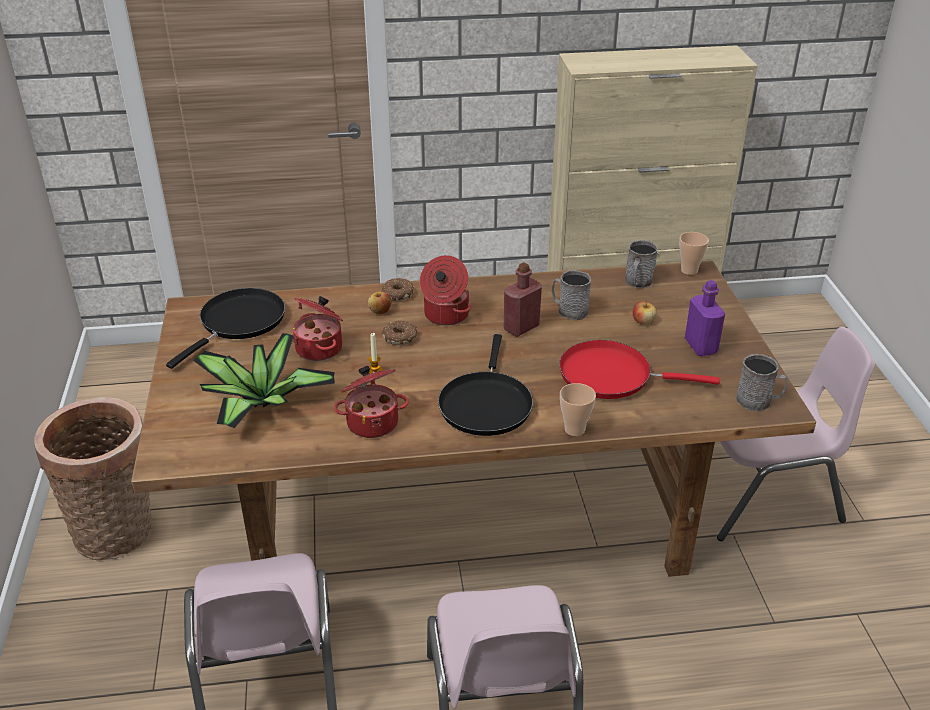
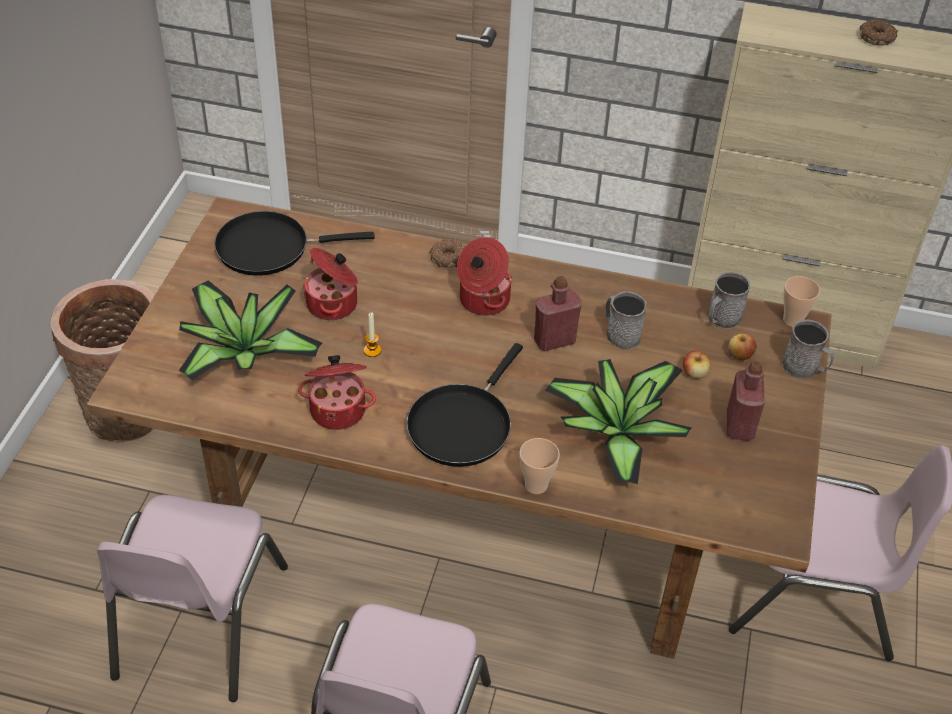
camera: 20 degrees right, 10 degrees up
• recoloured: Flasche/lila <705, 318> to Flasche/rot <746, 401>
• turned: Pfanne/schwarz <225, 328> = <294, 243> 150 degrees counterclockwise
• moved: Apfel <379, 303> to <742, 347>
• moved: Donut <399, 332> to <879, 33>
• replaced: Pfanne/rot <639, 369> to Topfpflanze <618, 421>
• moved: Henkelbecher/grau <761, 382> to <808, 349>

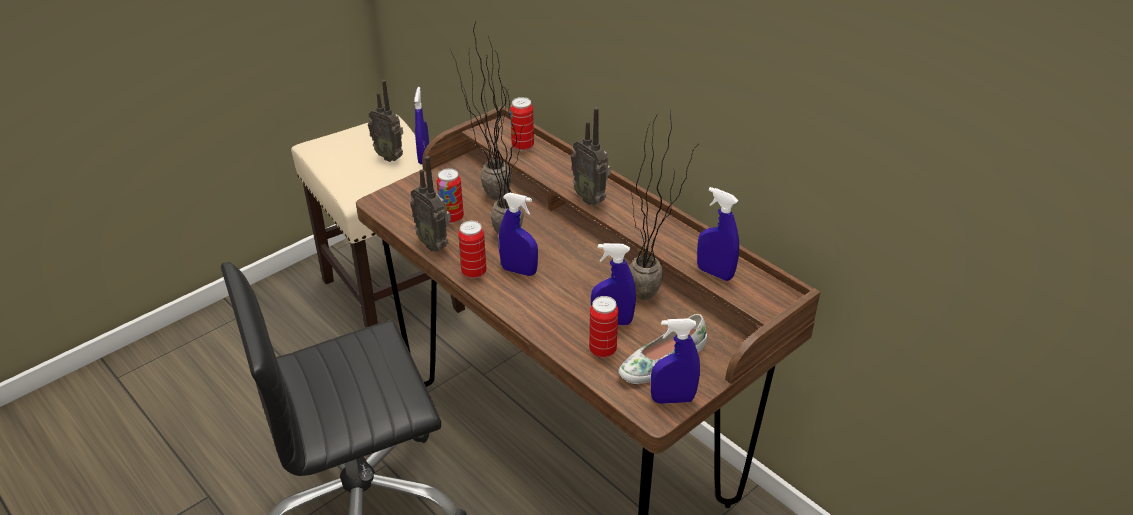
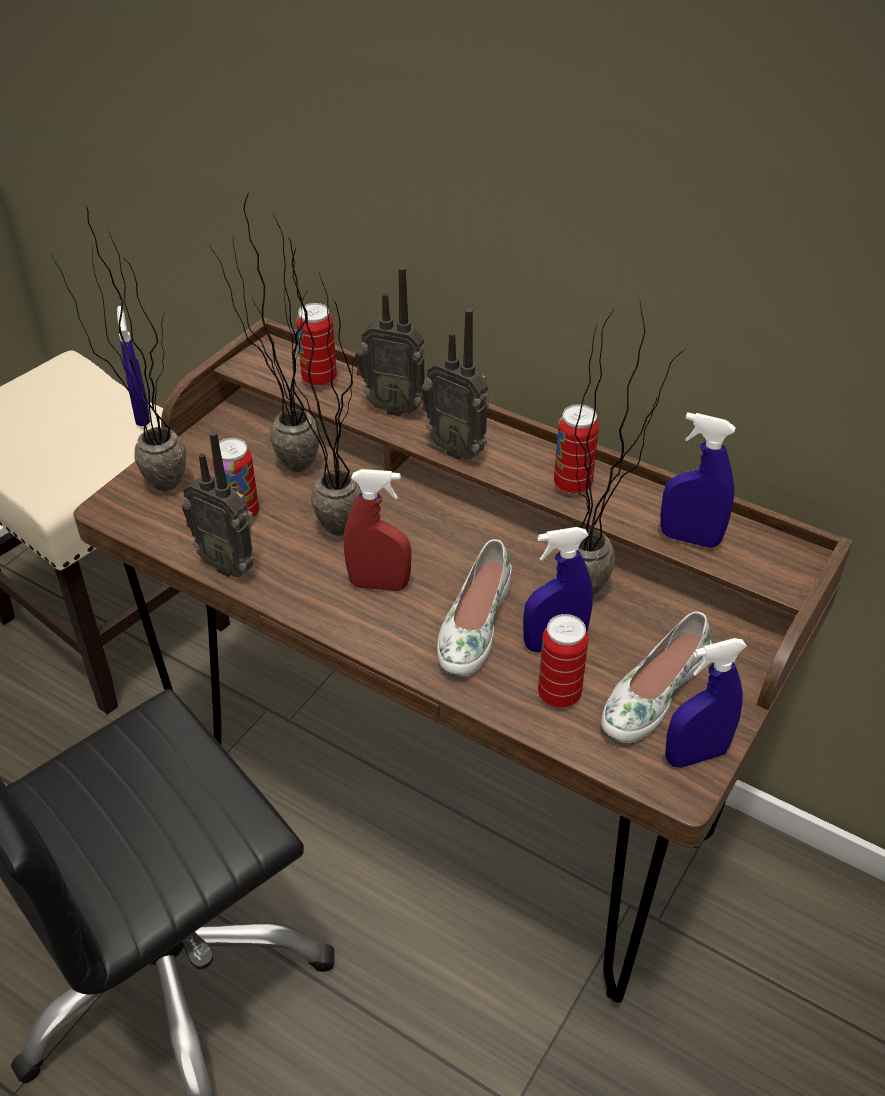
camera: 15 degrees left, 5 degrees up
• moved: Radio <385, 121> to <390, 341>
• recoloured: Sprühflasche/blau <518, 234> to Sprühflasche/rot <377, 530>
• moved: Dose <472, 250> to <576, 449>
• added: Topfpflanze <118, 349>
• added: Schuh/weiß <474, 607>

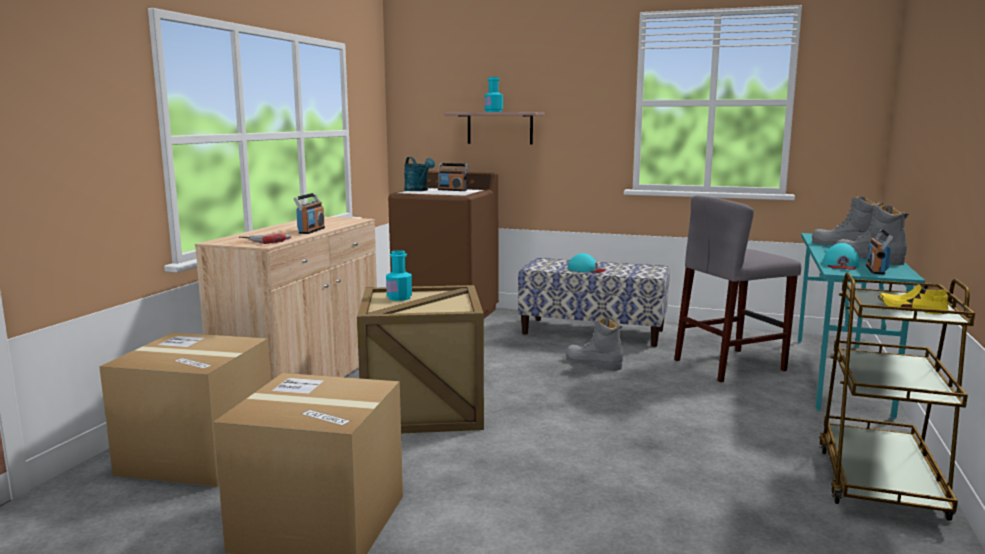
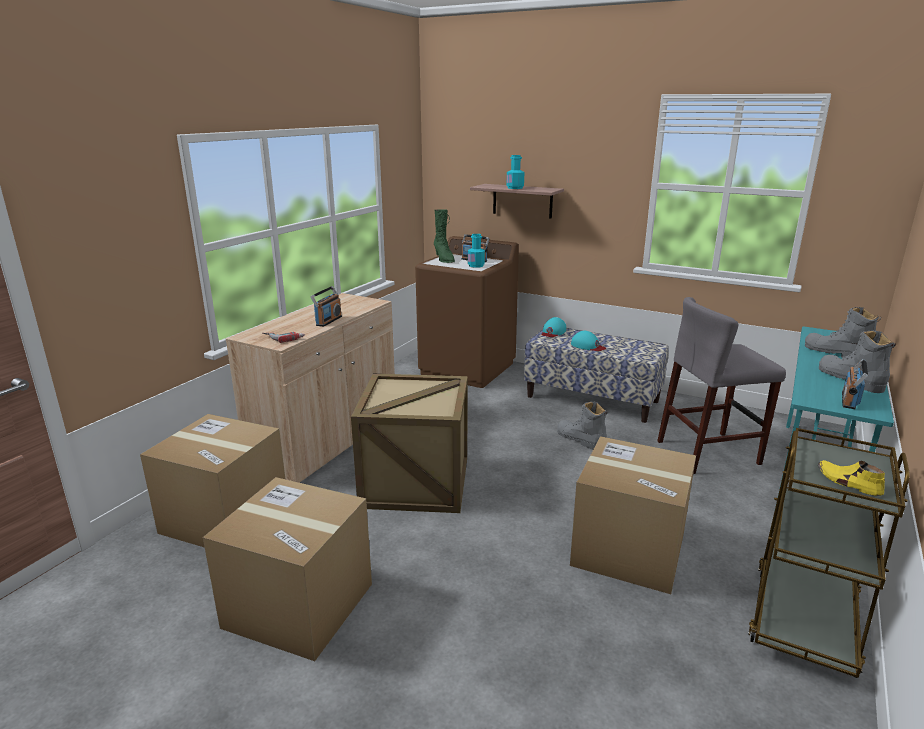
camera: 10 degrees right, 10 degrees up
• replaced: Gießkanne/türkis <419, 174> to Stiefel/grün <444, 236>
• moved: Kappe/türkis <841, 256> to <554, 327>
• moved: Flasche/türkis <399, 275> to <476, 251>
• added: Karton <633, 515>

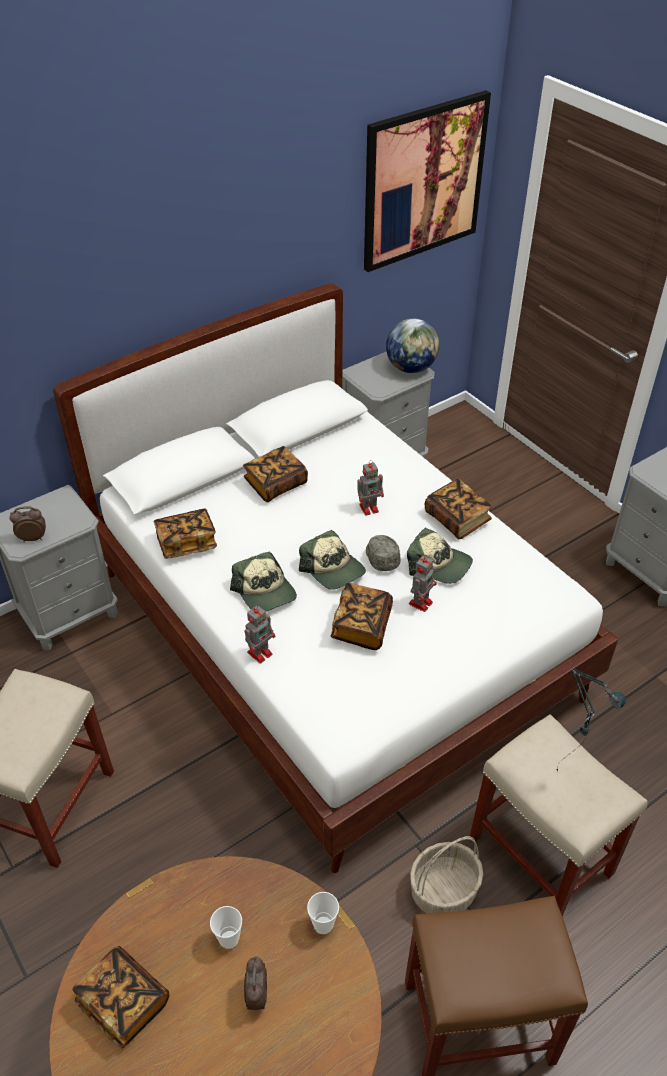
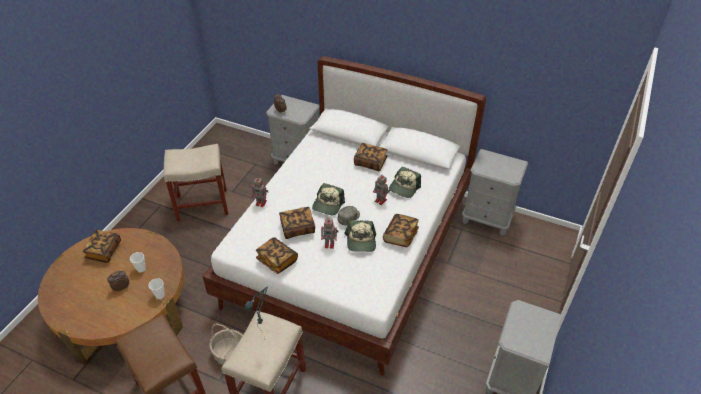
camera: 60 degrees right, 0 degrees up
• removed: Bild <427, 181>
• removed: Globus <412, 345>
• moved: Buch <185, 534> to <277, 255>
• moved: Kappe <263, 581> to <405, 182>

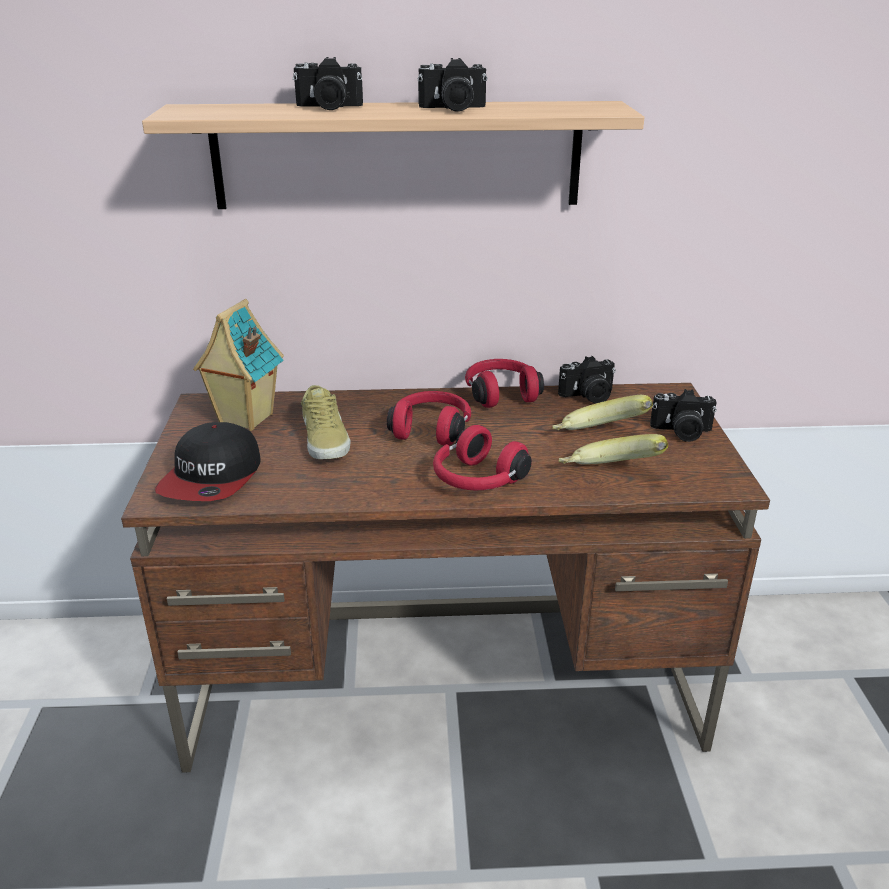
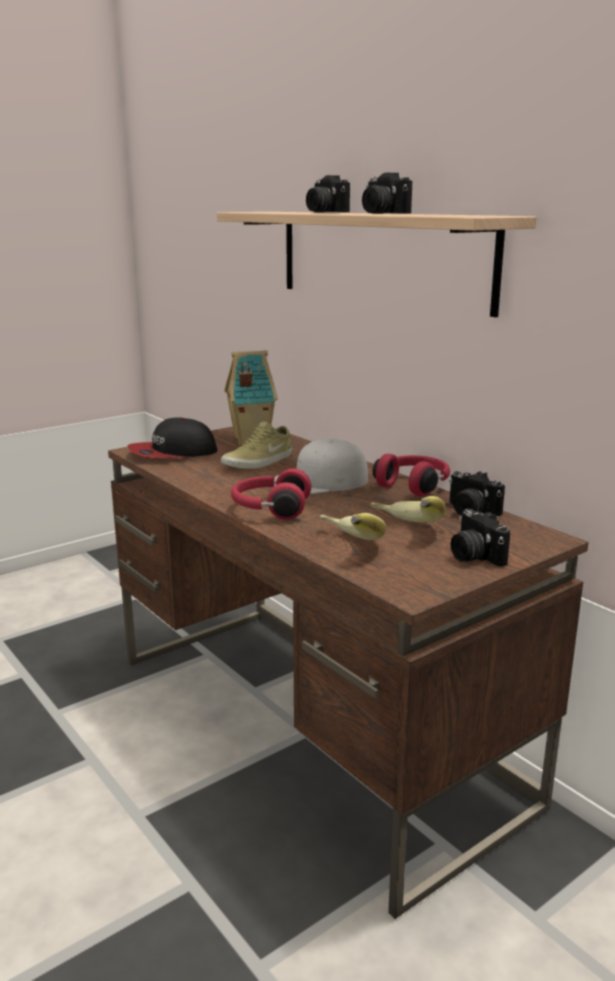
camera: 55 degrees right, 10 degrees down
• replaced: Kopfhörer/rot <429, 418> to Kappe/weiß <321, 466>

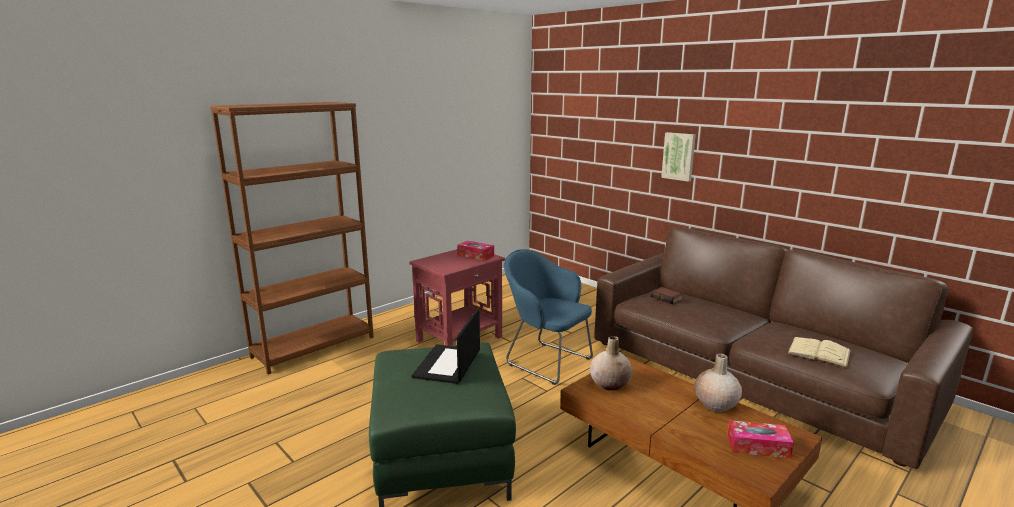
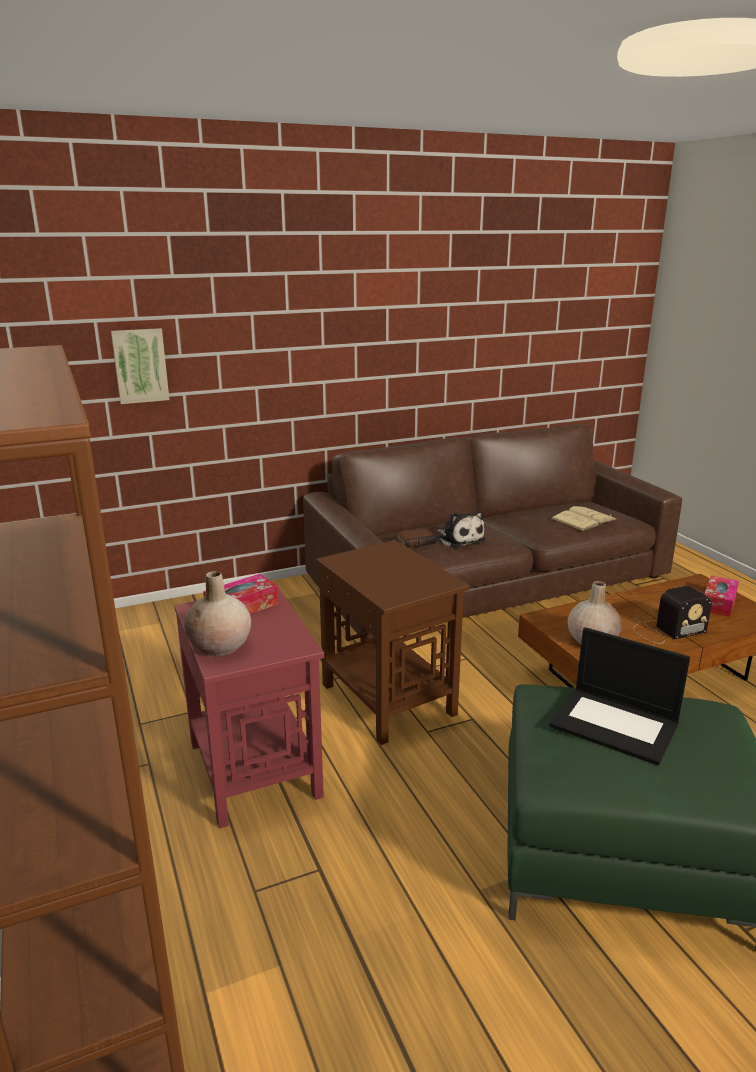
camera: 70 degrees left, 5 degrees up
• moved: Bild <678, 157> to <140, 366>
• replaced: Sessel/blau <548, 317> to Beistelltisch/braun <393, 642>
• moved: Vase/beige <718, 383> to <217, 613>
• added: Plüschtier <461, 529>
• added: Radio <672, 615>

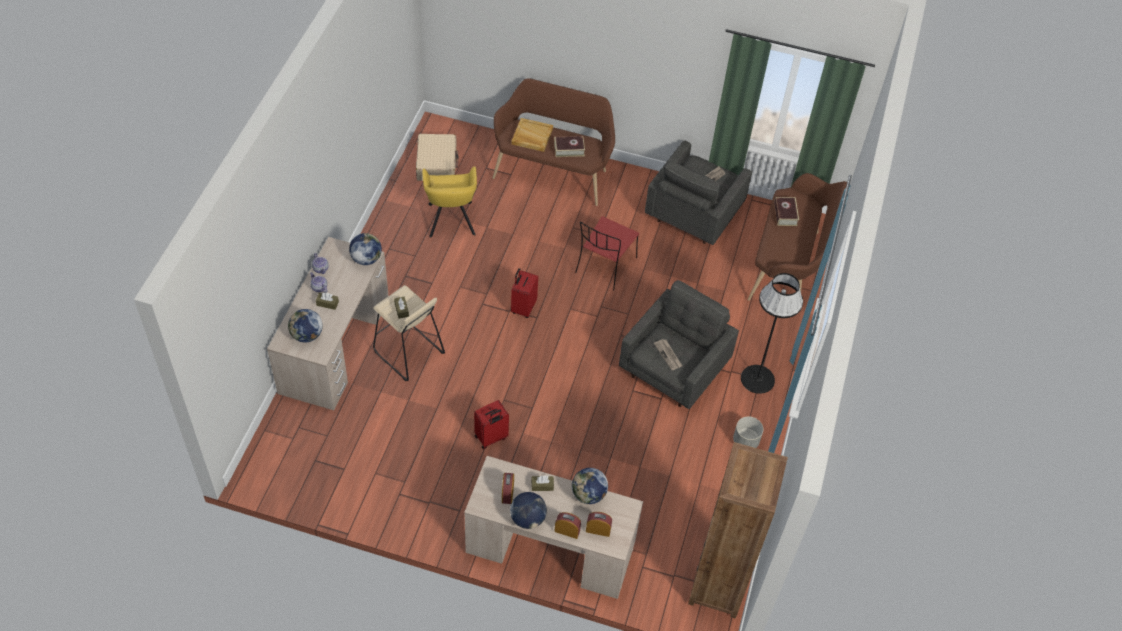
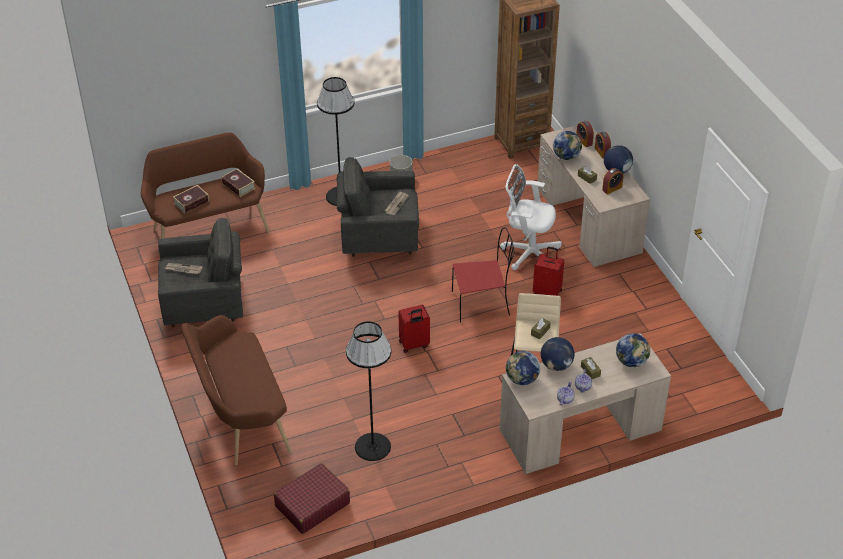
camera: 125 degrees left, 10 degrees down
• removed: Tablett/beige <532, 135>
• recoloured: Koffer/beige <437, 157> to Koffer/rot <312, 498>
• moved: Buch <569, 146> to <239, 182>
• replaced: Sessel/gelb <449, 202> to Stehlampe/schwarz <369, 391>
• moved: Stuhl/rot <607, 253> to <483, 275>
• added: Bürostuhl/weiß <531, 217>
• added: Globus <557, 354>

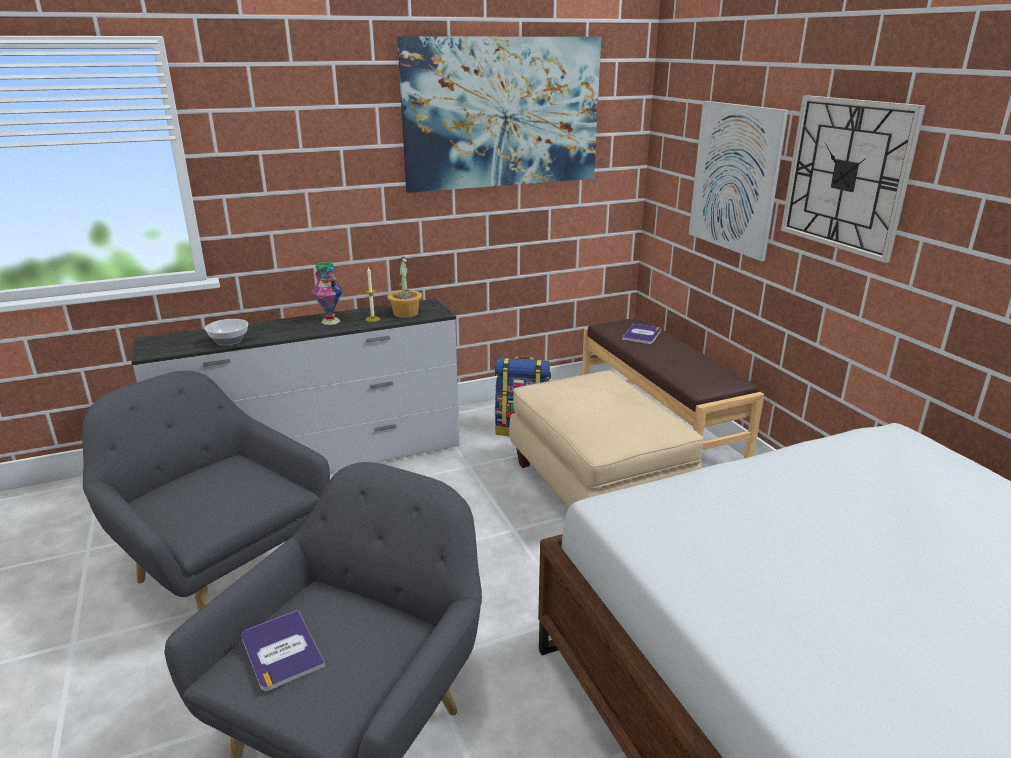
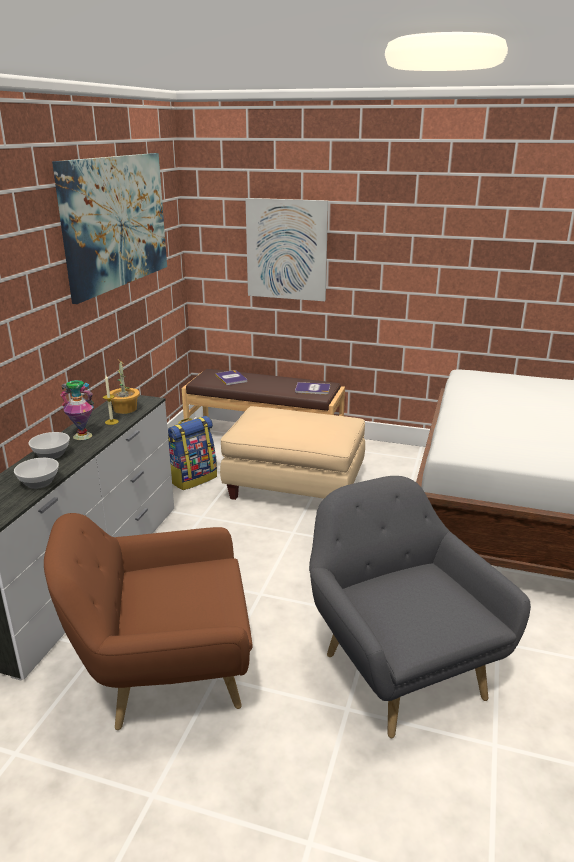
camera: 50 degrees left, 0 degrees up
• removed: Wanduhr <853, 179>
• recoloured: Sessel/grau <206, 490> to Sessel/braun <148, 621>
• moved: Buch <283, 650> to <312, 388>
• added: Schüssel <49, 445>

